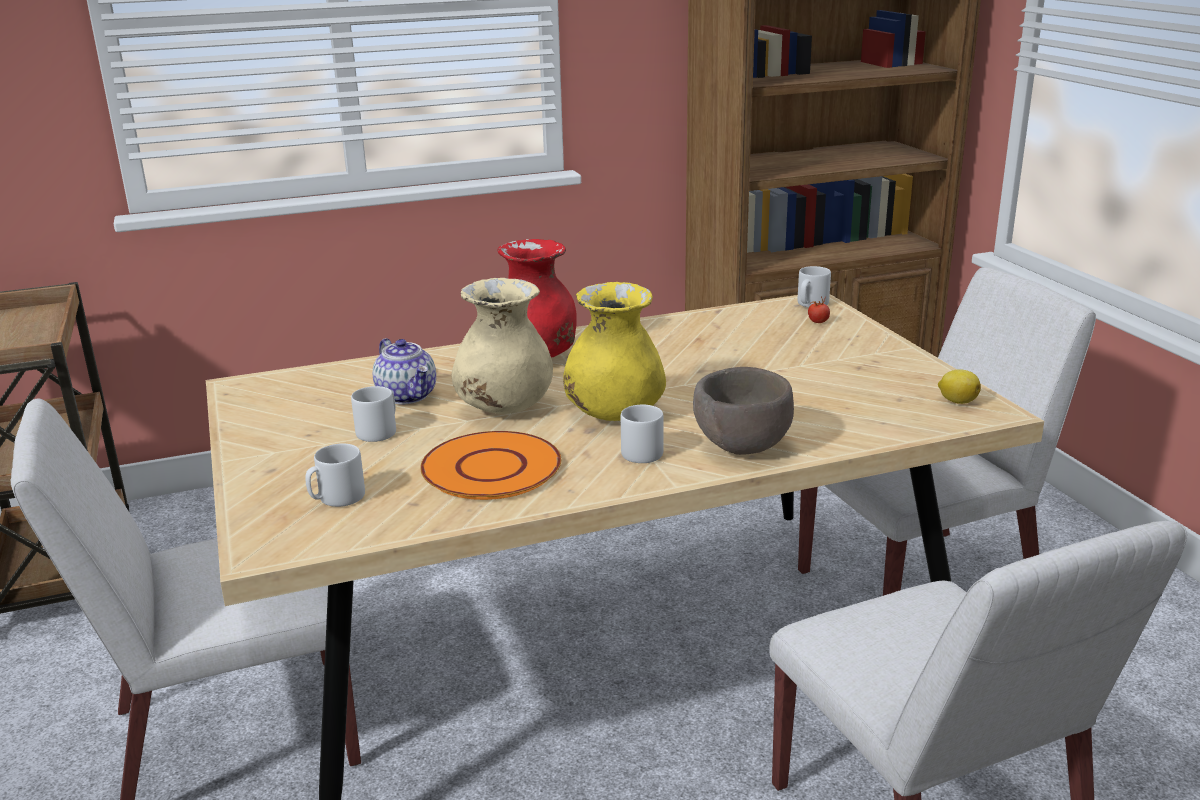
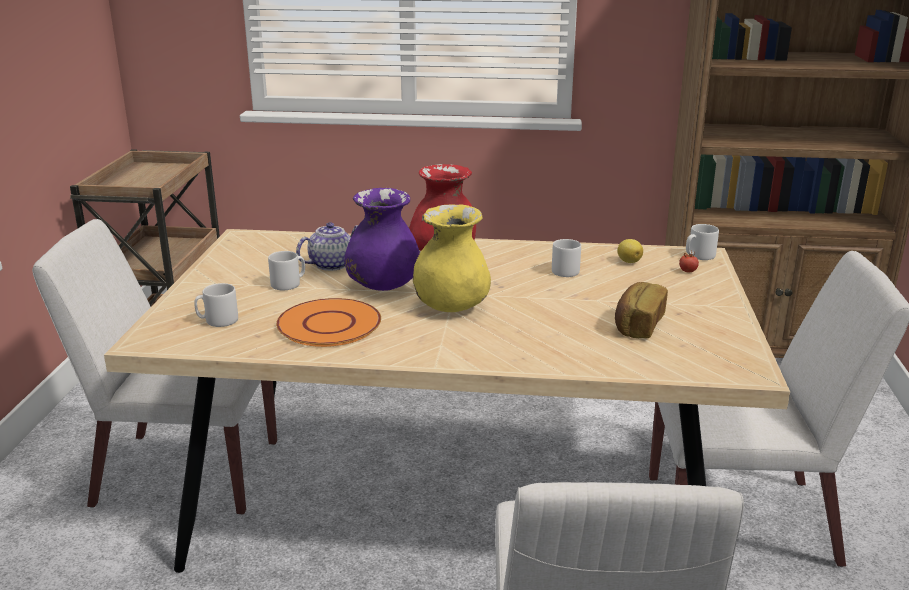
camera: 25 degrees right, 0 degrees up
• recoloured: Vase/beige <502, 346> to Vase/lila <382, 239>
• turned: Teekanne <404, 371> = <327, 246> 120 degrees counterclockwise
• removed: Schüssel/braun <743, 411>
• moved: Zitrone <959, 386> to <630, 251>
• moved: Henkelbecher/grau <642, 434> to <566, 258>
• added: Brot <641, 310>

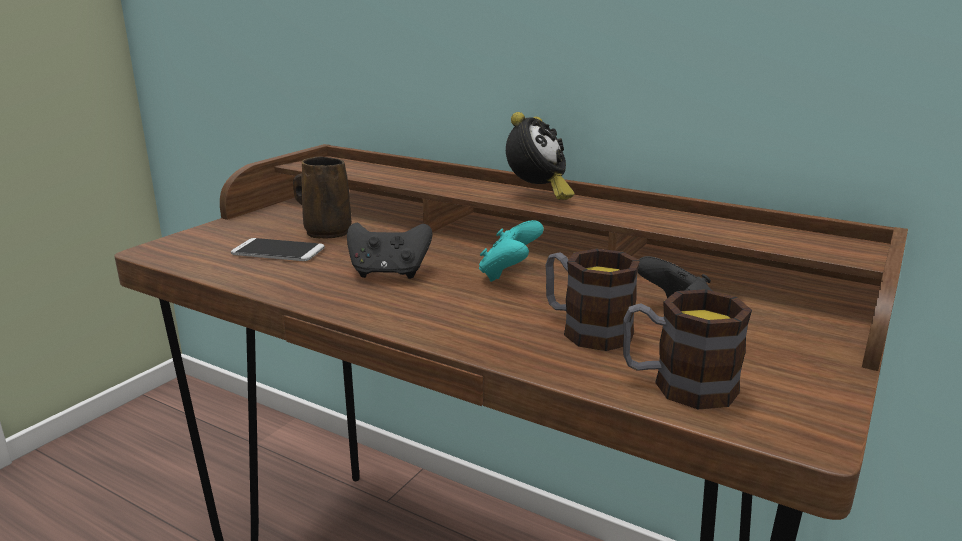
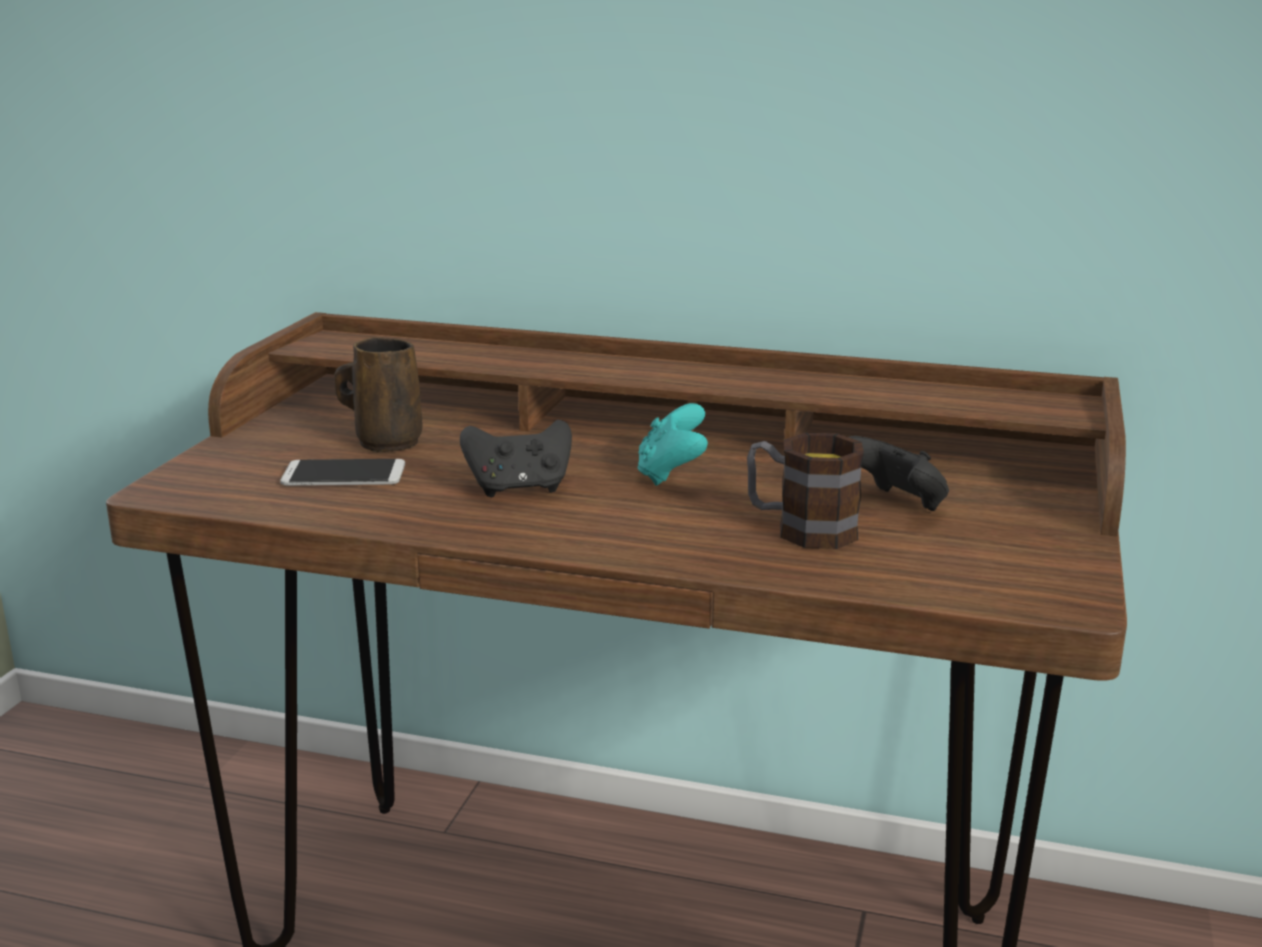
camera: 15 degrees left, 0 degrees up
• removed: Wecker <540, 156>
• removed: Henkelbecher <687, 349>

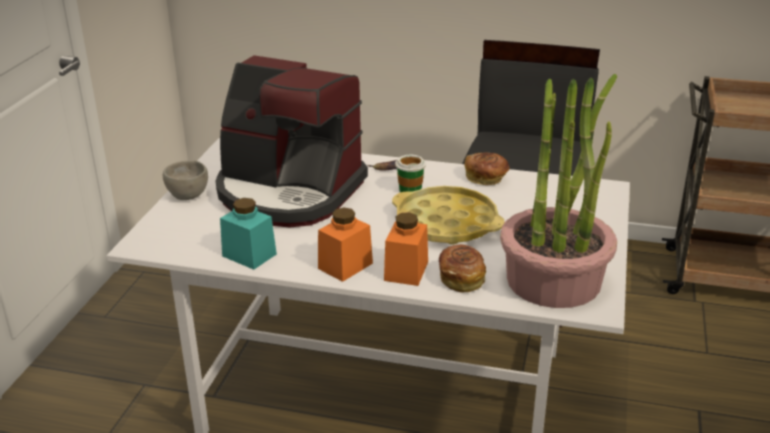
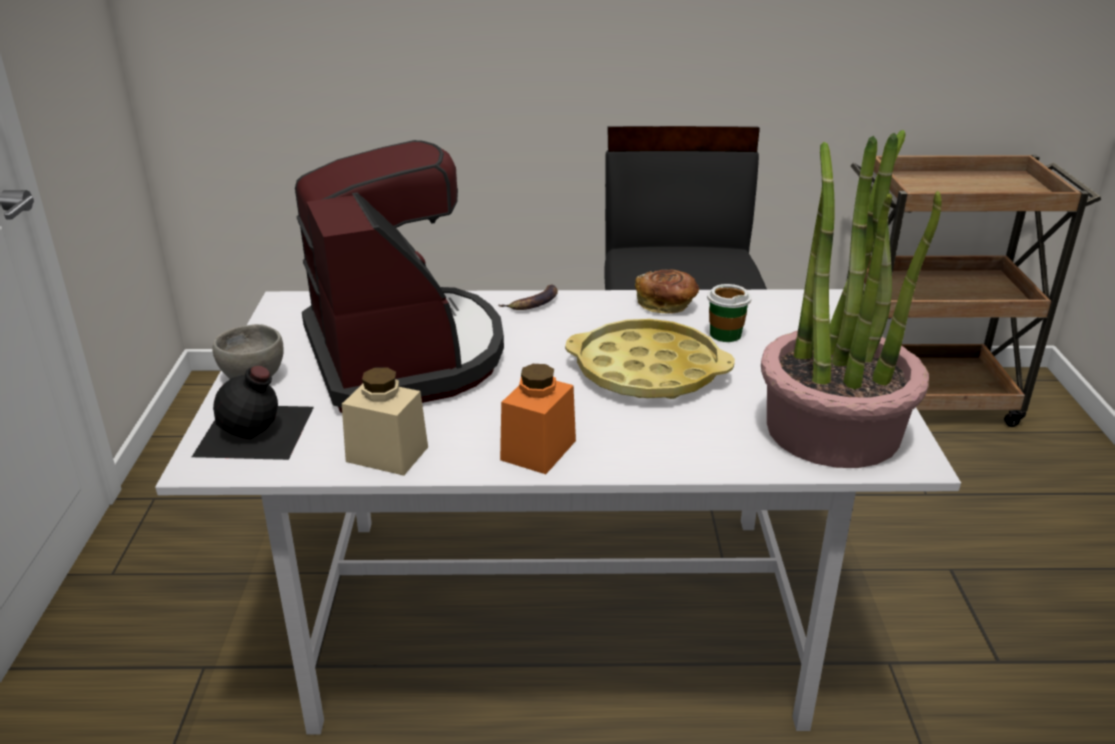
camera: 15 degrees left, 0 degrees up
• turned: Kaffeemaschine <291, 141> = <399, 276> 120 degrees counterclockwise
• moved: Tasse <410, 173> to <729, 313>
• recoloured: Vorratsglas/türkis <248, 234> to Vorratsglas/beige <385, 421>
• removed: Vorratsglas/orange <406, 249>
• removed: Brot <462, 268>
• added: Flasche/schwarz <253, 413>

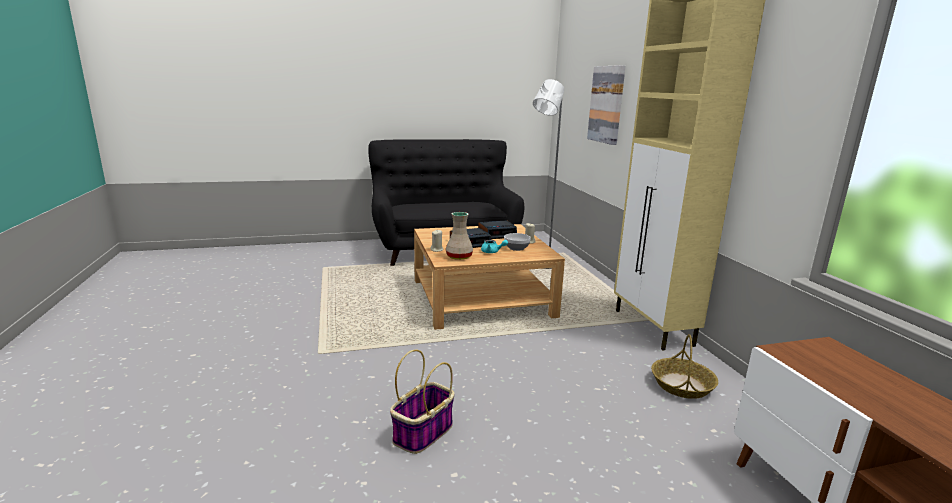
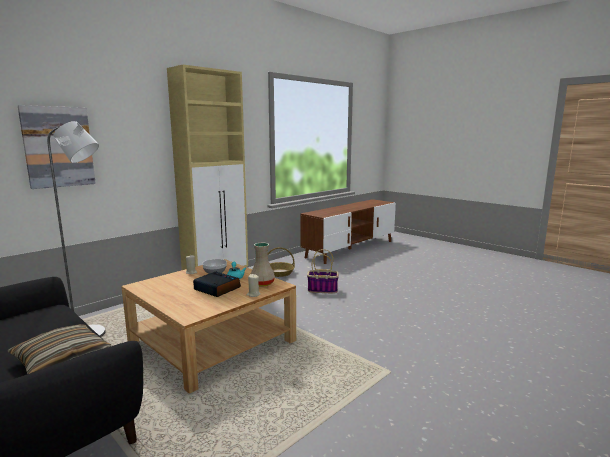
camera: 120 degrees left, 5 degrees down
• removed: Wecker <497, 229>
• moved: Korb <422, 401> to <323, 271>
• added: Kissen <59, 349>

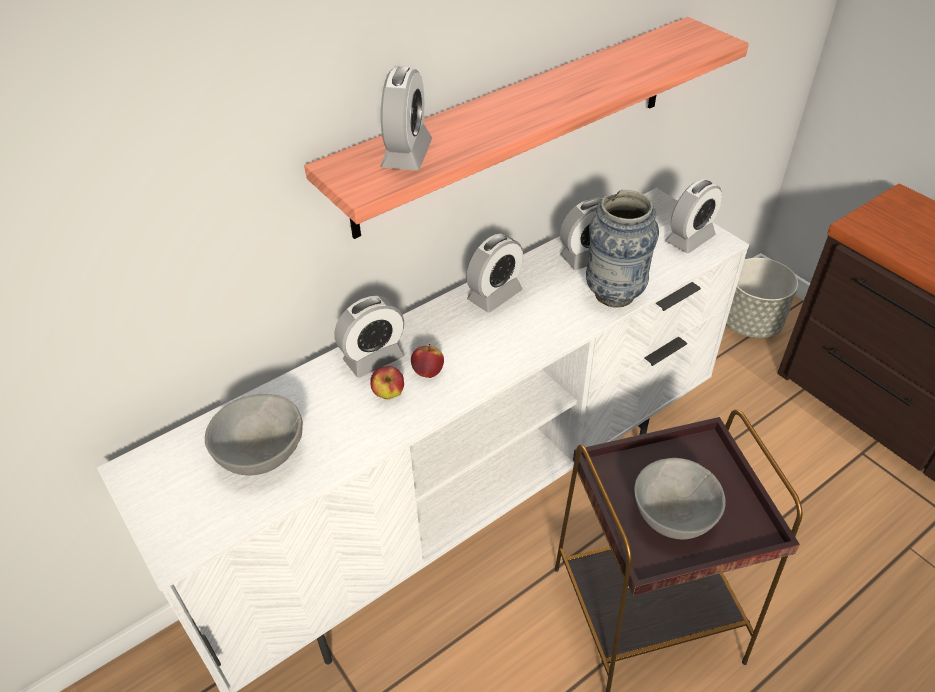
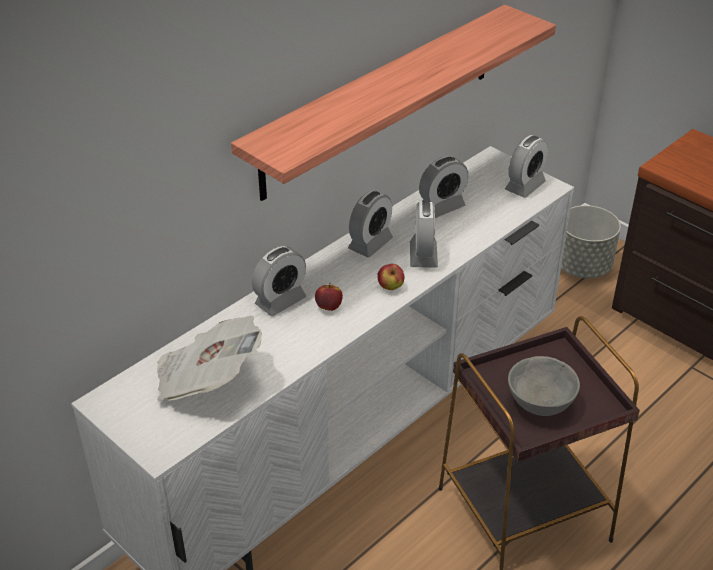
camera: 10 degrees left, 5 degrees down
• moved: Wecker <406, 119> to <424, 235>
• removed: Vase <622, 249>
• moved: Apfel <387, 382> to <391, 277>
• replaced: Schüssel/grau <254, 434> to Zeitung <209, 358>

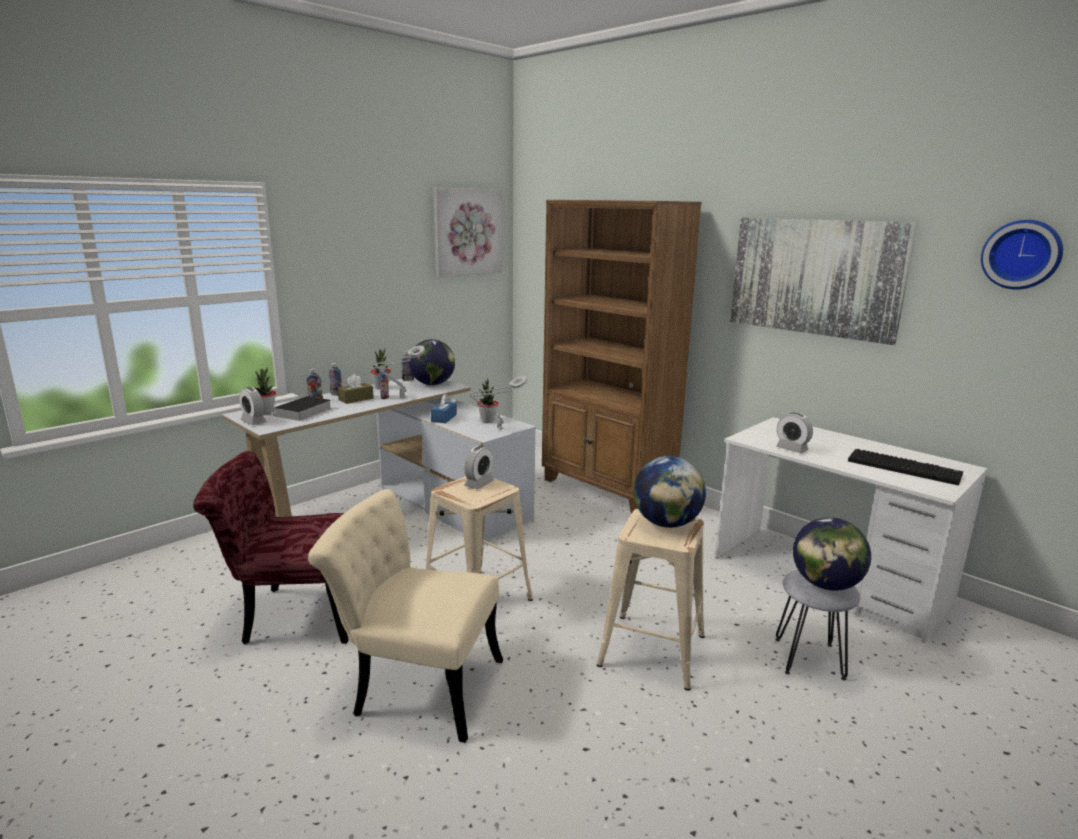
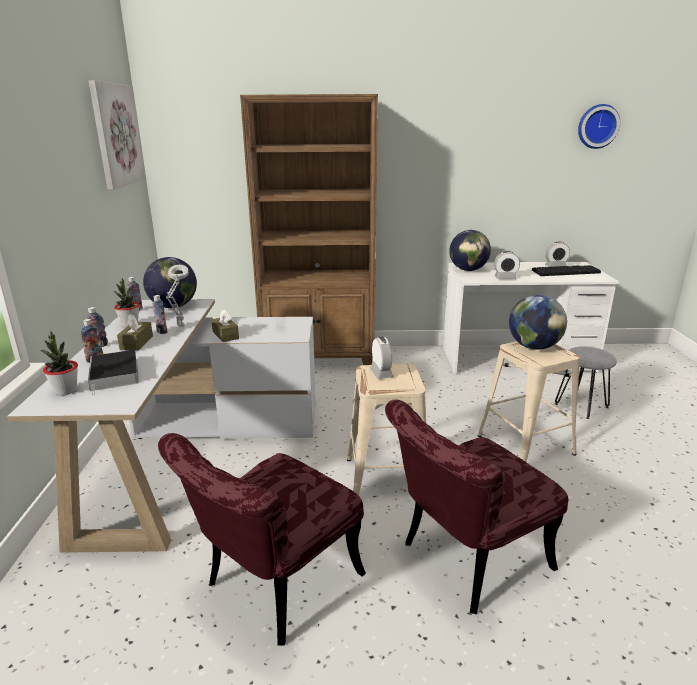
camera: 45 degrees left, 5 degrees up
• removed: Bild <823, 281>
• removed: Tischlampe/grau <498, 403>
• removed: Topfpflanze <487, 400>
• moved: Wecker <253, 406> to <557, 254>
• recoloured: Taschentuchbox/blau <444, 408> to Taschentuchbox/braun <225, 326>
• recoloured: Stuhl/beige <405, 616> to Stuhl/rot <476, 506>
• moved: Globus <832, 554> to <470, 250>

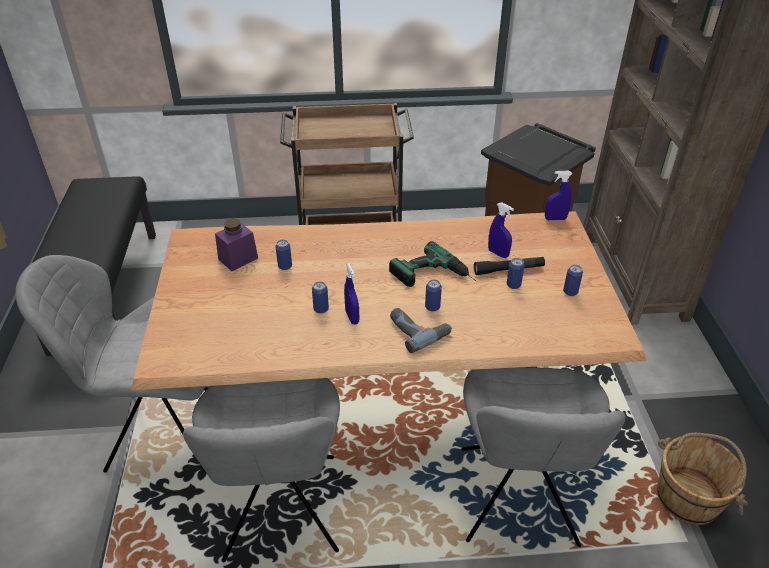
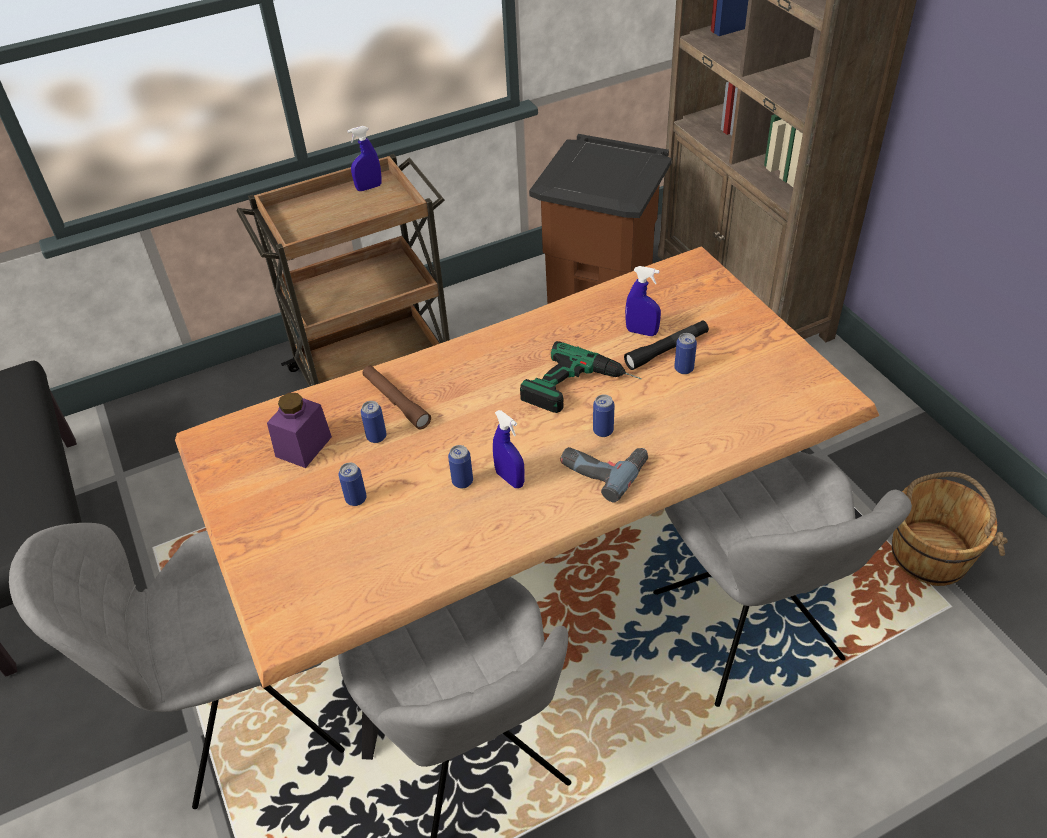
camera: 20 degrees left, 5 degrees up
• moved: Sprühflasche/blau <558, 196> to <364, 158>
• moved: Dose <573, 280> to <352, 484>
• added: Taschenlampe/braun <396, 397>

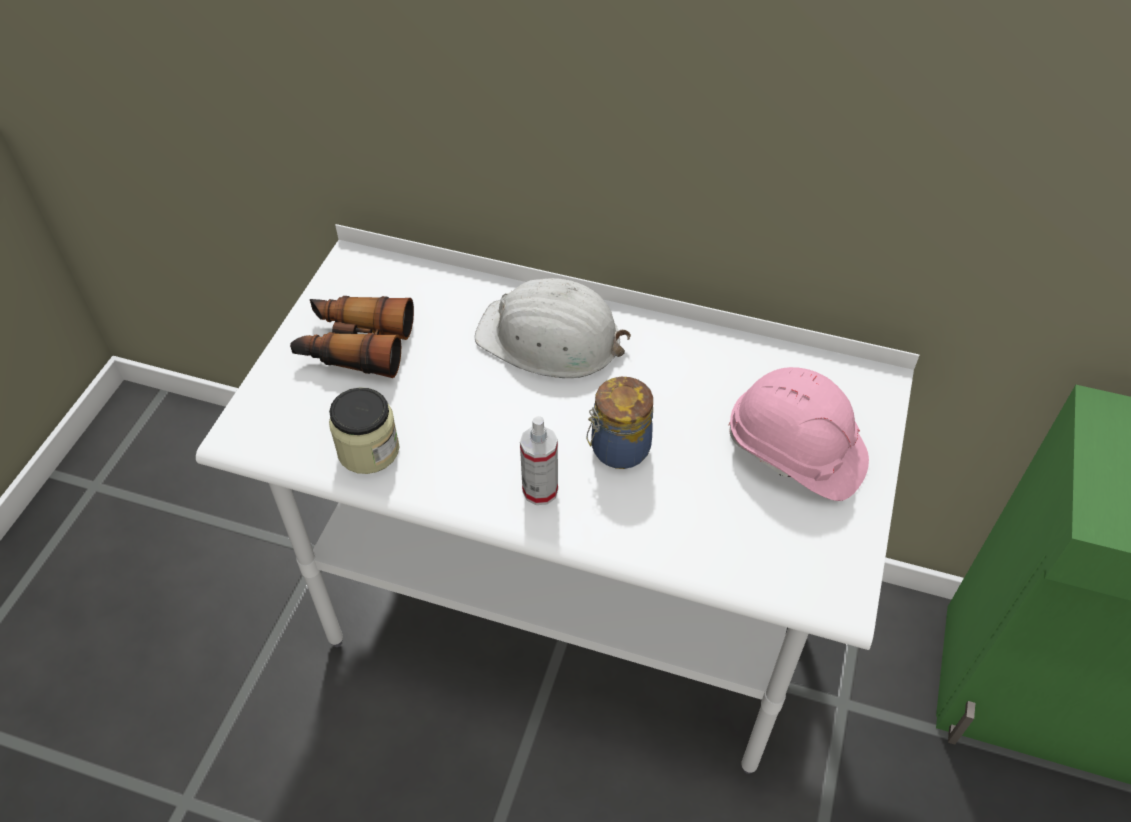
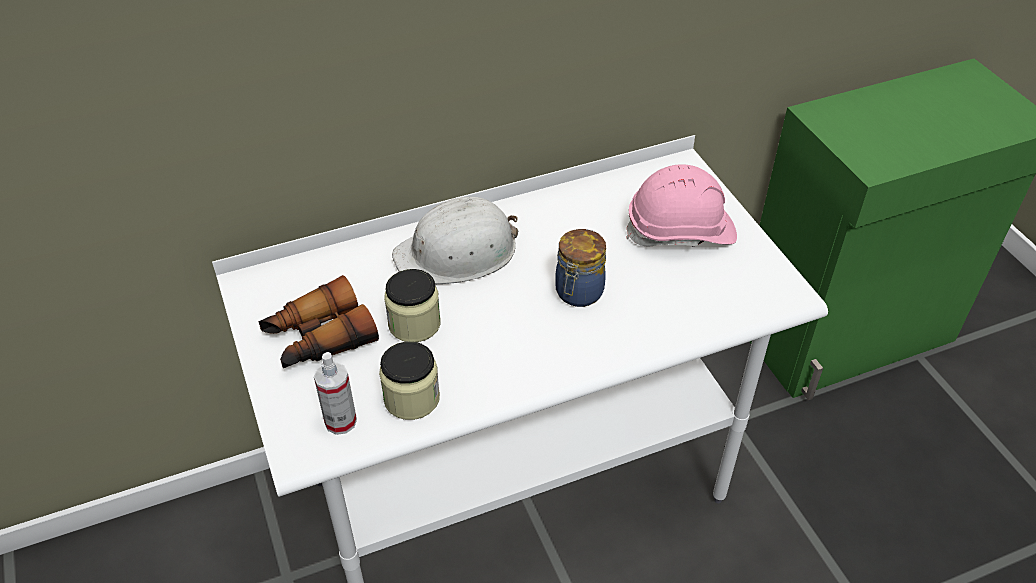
camera: 40 degrees left, 5 degrees down
• moved: Sprühflasche <539, 460> to <335, 393>
• added: Vorratsglas <412, 305>

